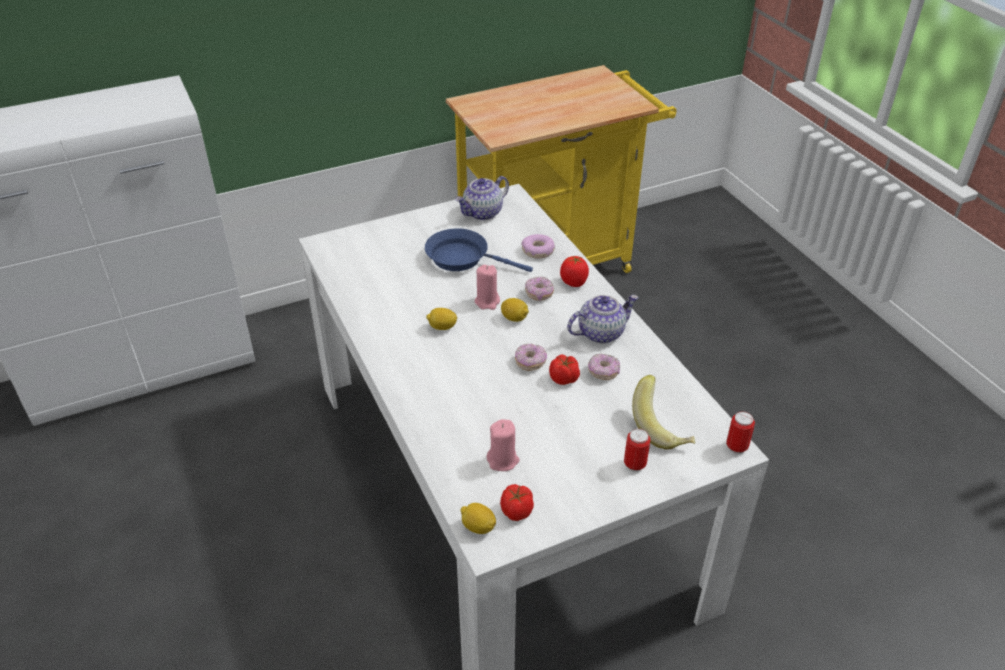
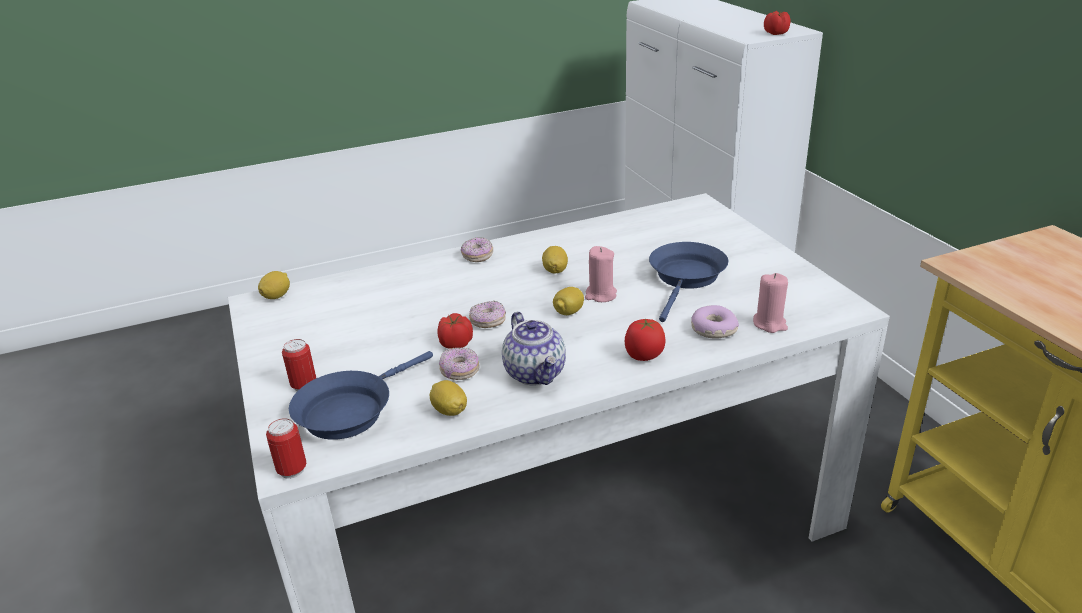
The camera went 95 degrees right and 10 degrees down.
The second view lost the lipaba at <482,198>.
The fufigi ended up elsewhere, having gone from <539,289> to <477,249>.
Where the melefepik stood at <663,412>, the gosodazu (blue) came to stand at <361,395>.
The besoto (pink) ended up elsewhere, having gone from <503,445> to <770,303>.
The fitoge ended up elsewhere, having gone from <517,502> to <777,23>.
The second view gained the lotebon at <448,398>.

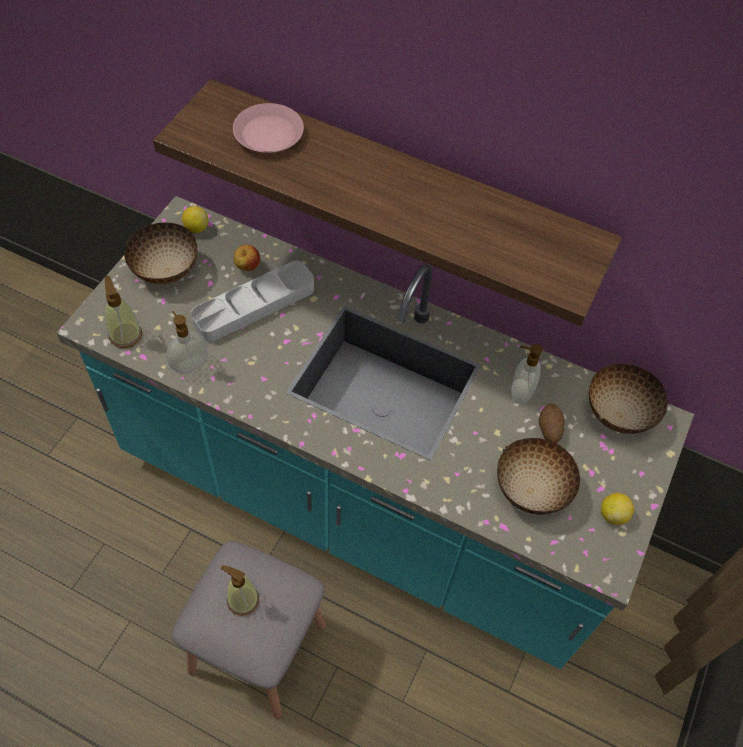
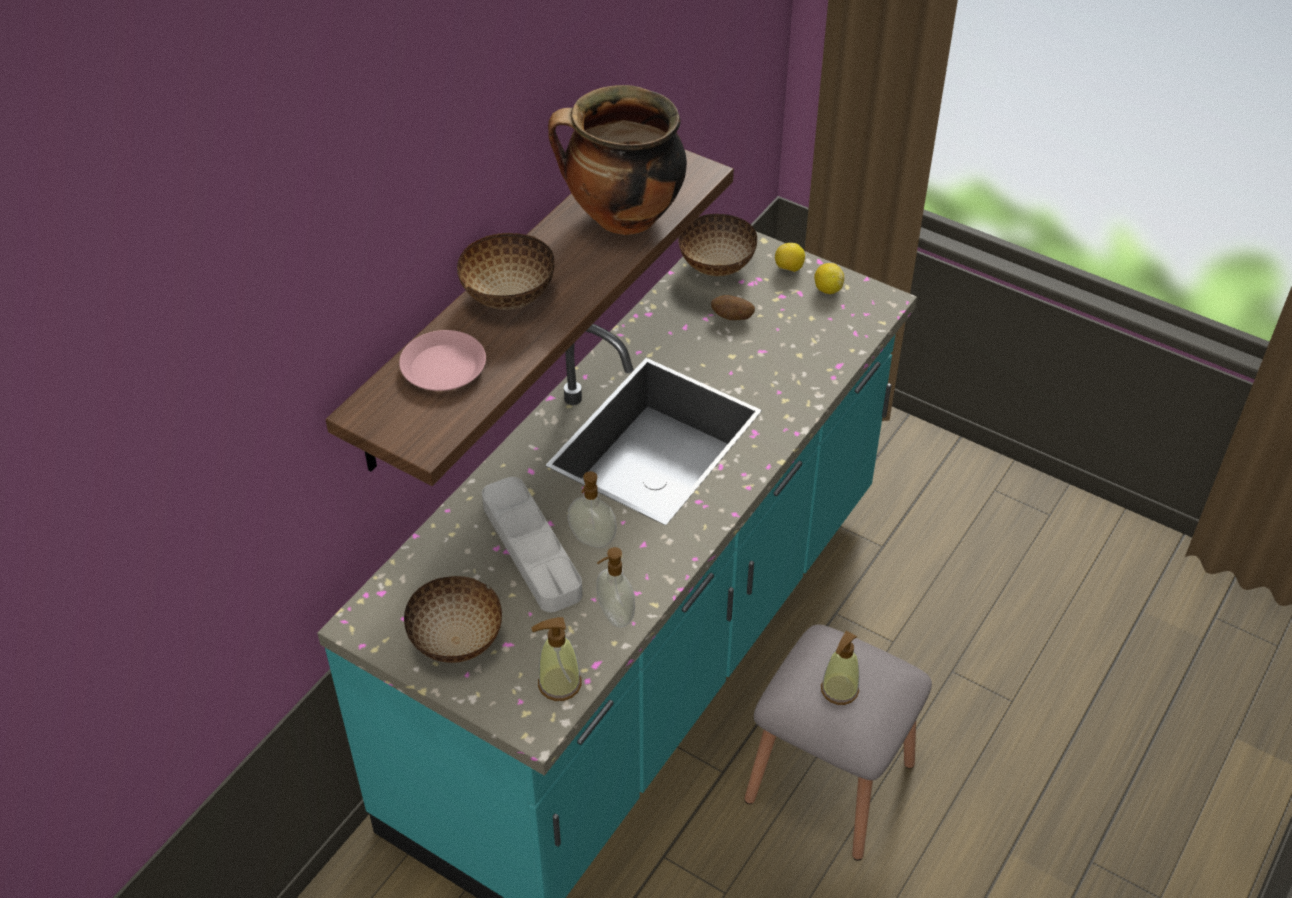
The camera went 80 degrees left and 10 degrees down.
The lotebon ended up elsewhere, having gone from <195,219> to <790,257>.
The second view lost the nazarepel at <247,258>.
The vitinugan ended up elsewhere, having gone from <527,374> to <592,509>.
The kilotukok ended up elsewhere, having gone from <538,476> to <506,271>.
The second view gained the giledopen at <617,160>.

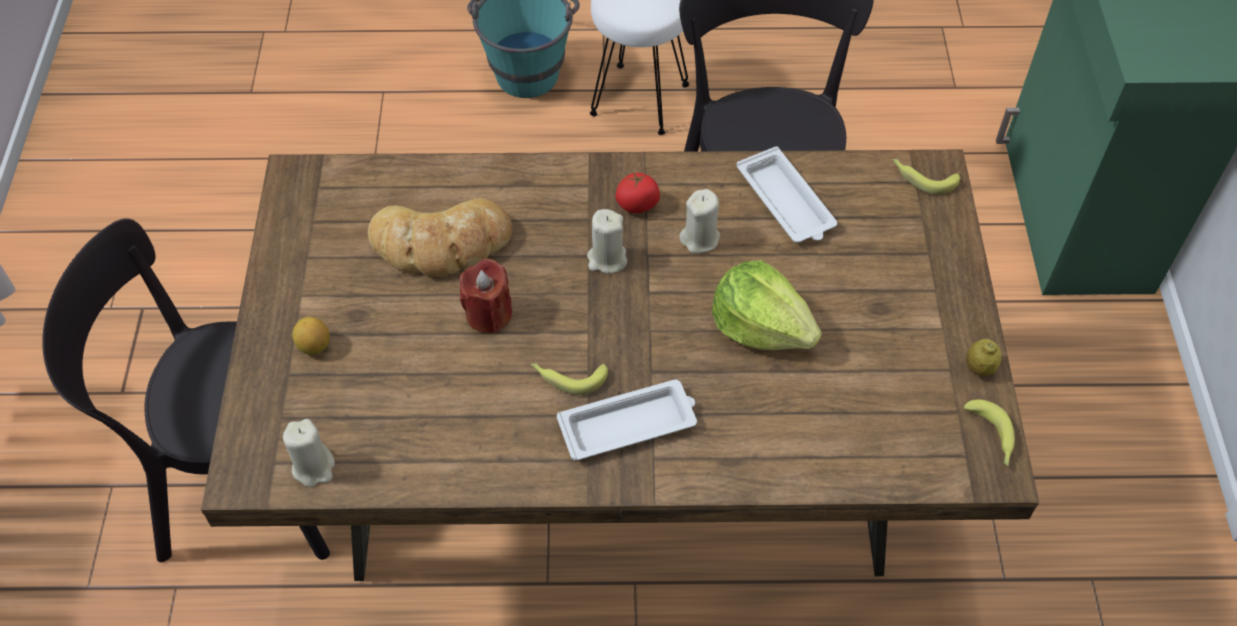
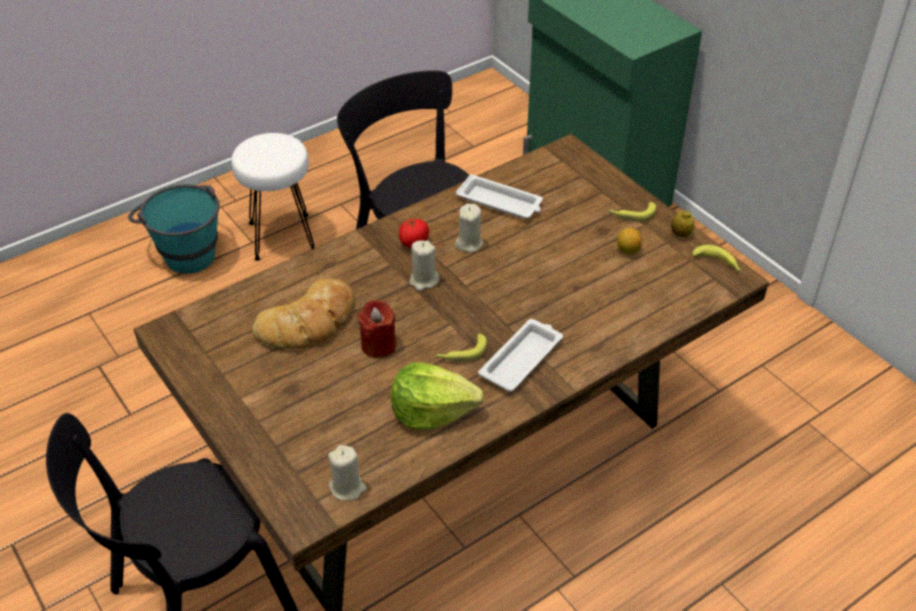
The camera went 35 degrees left and 10 degrees down.
The melefepik ended up elsewhere, having gone from <926,177> to <632,211>.
The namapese ended up elsewhere, having gone from <767,305> to <437,396>.
The lotebon ended up elsewhere, having gone from <311,336> to <629,241>.

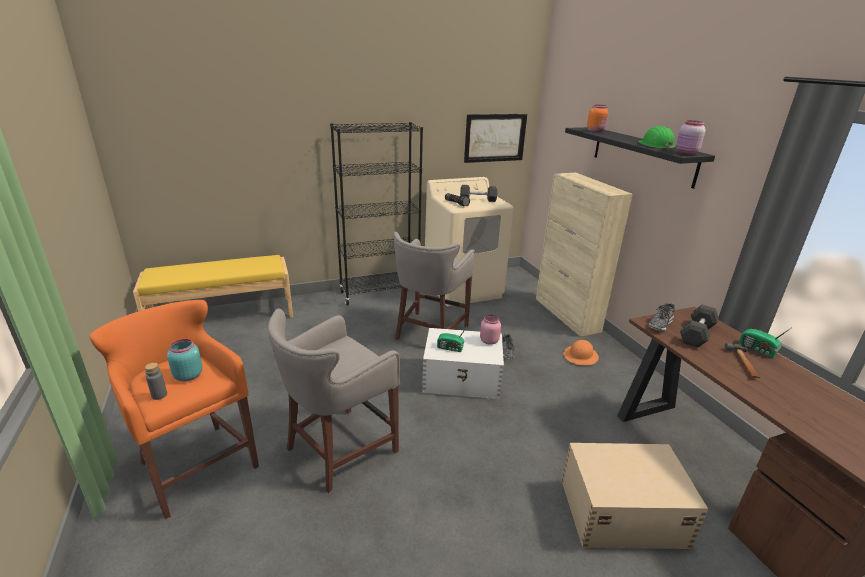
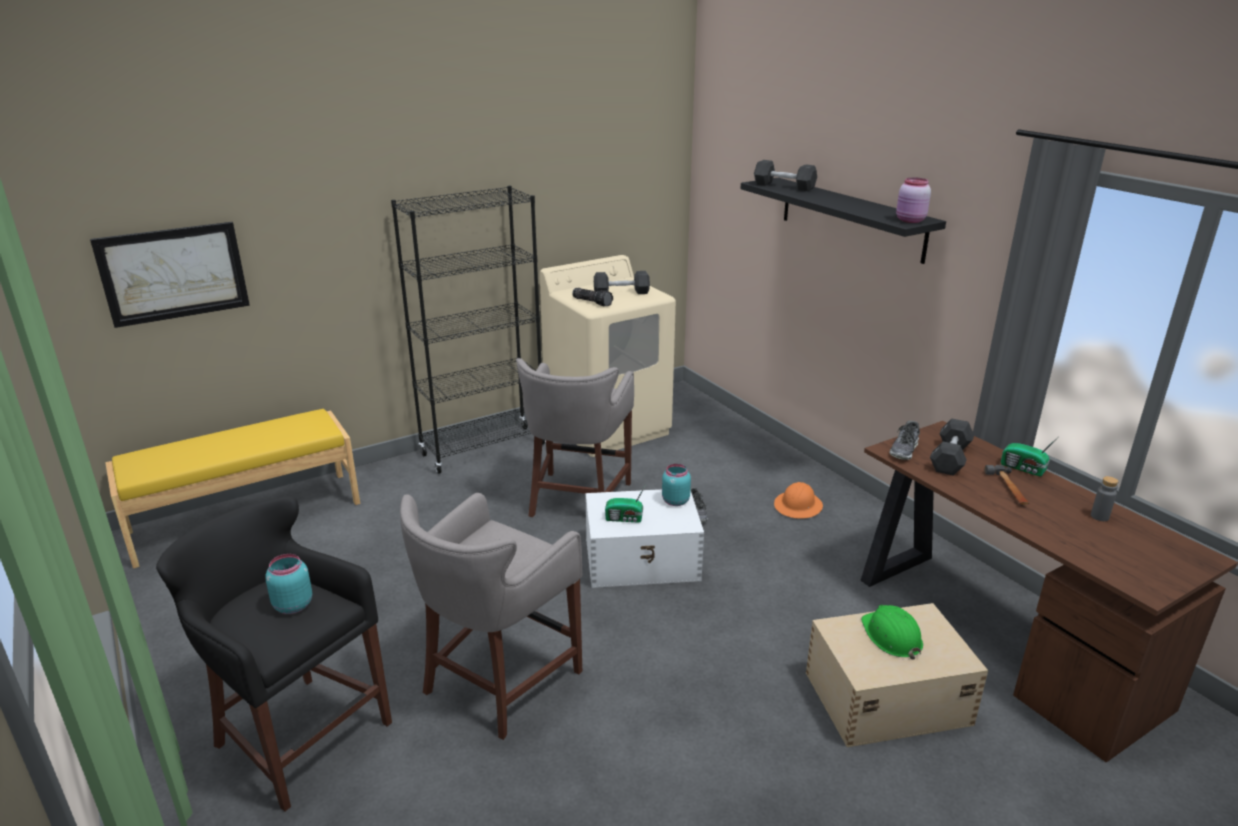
The camera went 10 degrees left and 0 degrees up.
Where the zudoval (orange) stood at <597,118>, the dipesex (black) came to stand at <785,175>.
The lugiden ended up elsewhere, having gone from <495,138> to <170,275>.
The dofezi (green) ended up elsewhere, having gone from <656,137> to <892,632>.
The second view lost the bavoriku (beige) at <584,254>.
What was the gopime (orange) at <174,409> turned into the gopime (black) at <274,653>.
What was the zudoval (pink) at <490,330> turned into the zudoval (turquoise) at <676,485>.
The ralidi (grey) ended up elsewhere, having gone from <156,381> to <1104,498>.

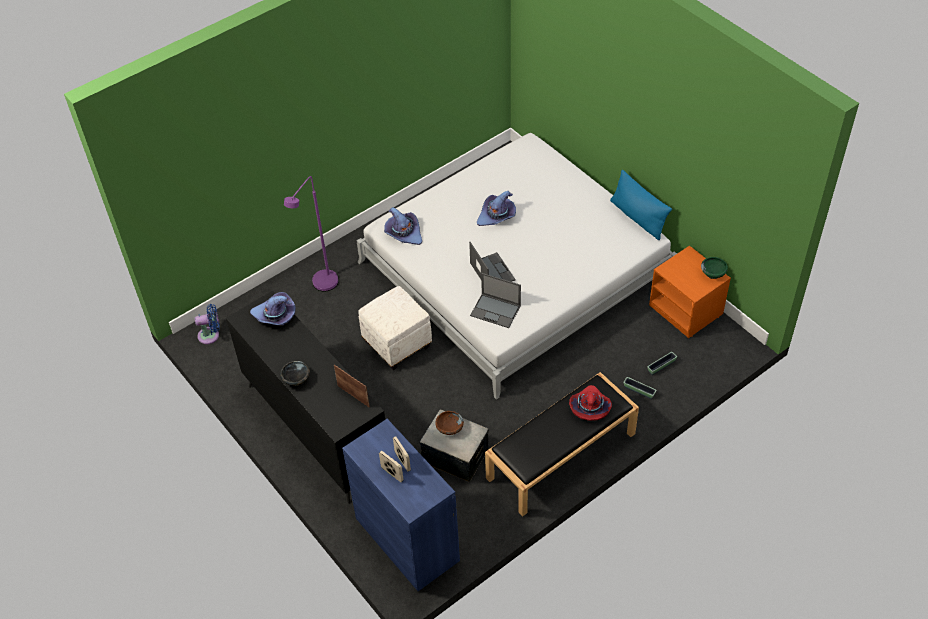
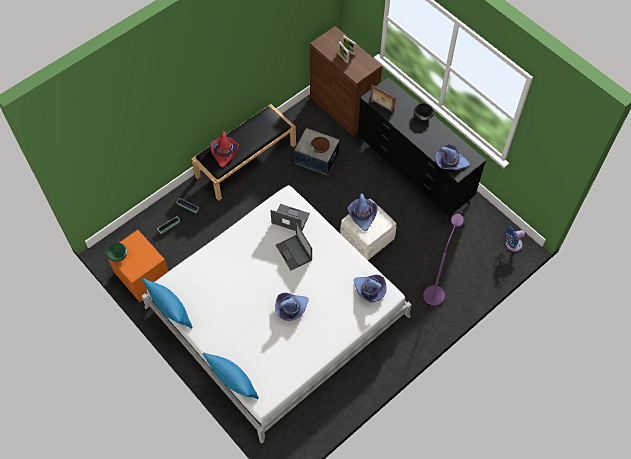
The camera went 175 degrees right and 10 degrees up.
What was the bavoriku (blue) at <401,505> turned into the bavoriku (brown) at <346,81>.
The second view gained the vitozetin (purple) at <362,212>.
The second view gained the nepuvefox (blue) at <231,376>.

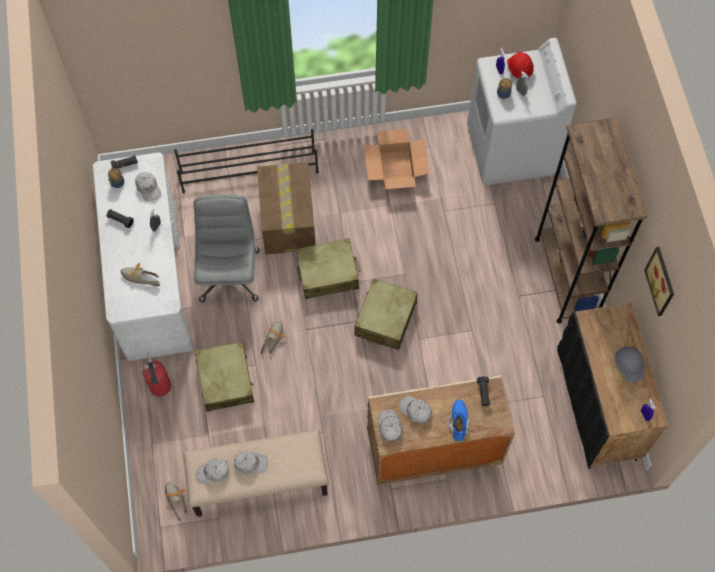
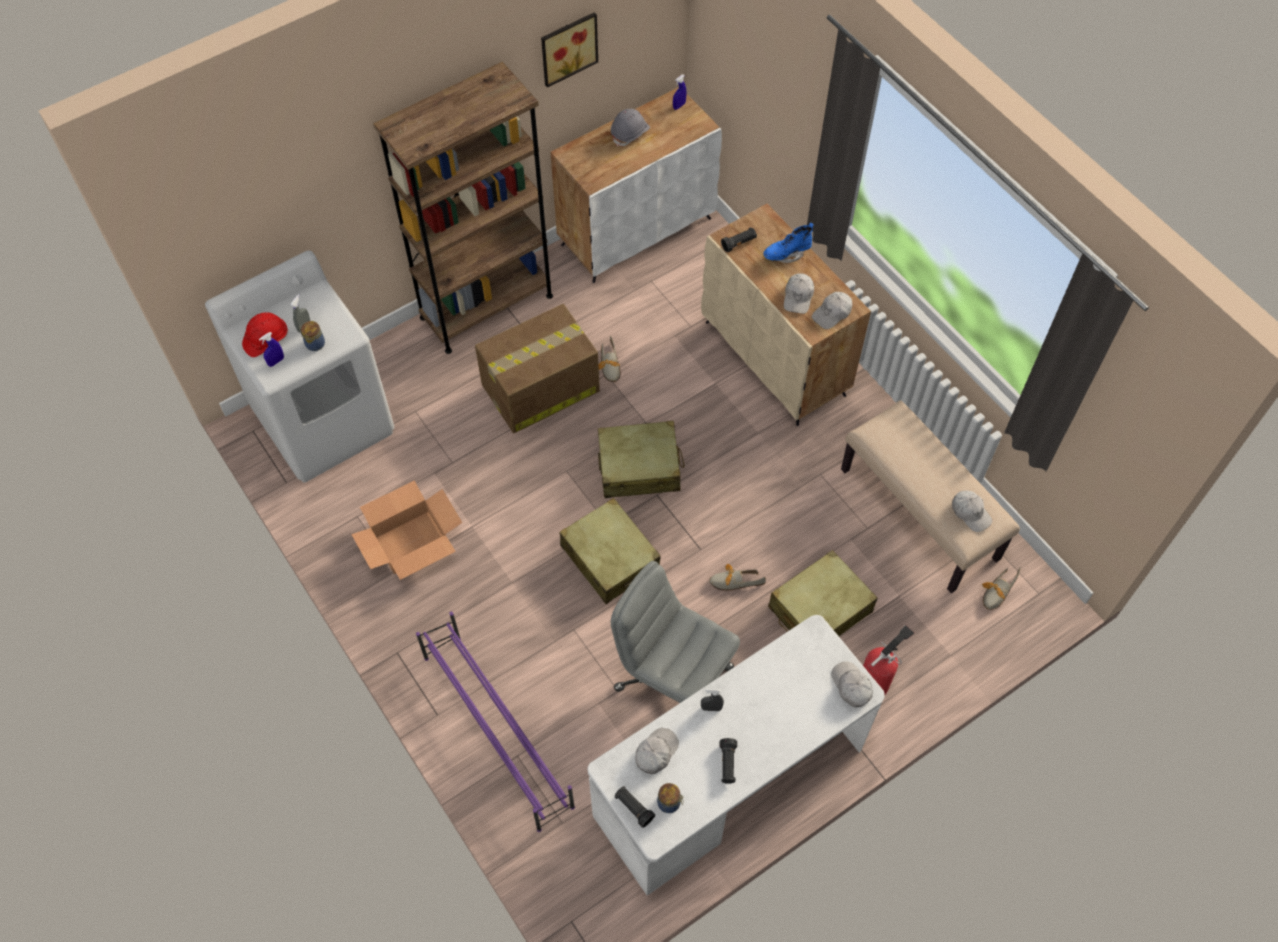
The camera went 115 degrees left and 5 degrees down.
What was the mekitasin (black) at <246,161> turned into the mekitasin (purple) at <495,722>.
The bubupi ended up elsewhere, having gone from <286,208> to <537,368>.
The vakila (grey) at <226,248> ended up facing another way, 60 degrees clockwise from before.
The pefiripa ended up elsewhere, having gone from <140,274> to <610,359>.
What was the bavoriku (black) at <612,386> turned into the bavoriku (white) at <636,185>.
The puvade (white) ended up elsewhere, having gone from <251,462> to <852,684>.

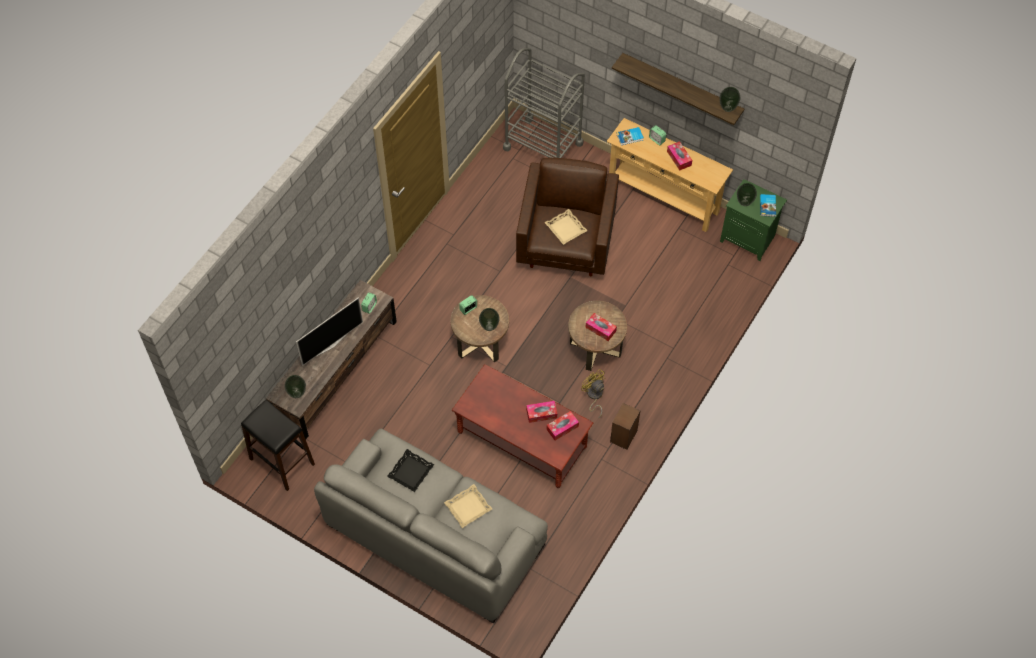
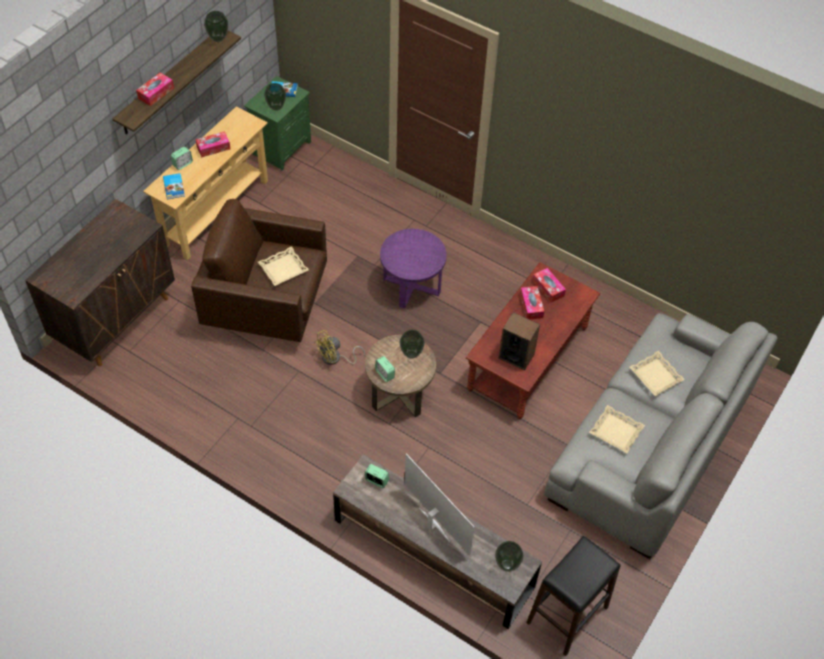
The camera went 90 degrees left and 5 degrees down.
Where the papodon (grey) stood at <544,103>, the bavoriku (brown) came to stand at <100,283>.
What was the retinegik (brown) at <597,336> turned into the retinegik (purple) at <413,268>.
The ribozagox ended up elsewhere, having gone from <601,327> to <155,89>.
The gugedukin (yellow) ended up elsewhere, having gone from <593,394> to <339,347>.
The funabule ended up elsewhere, having gone from <625,426> to <519,341>.
What was the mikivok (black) at <410,470> turned into the mikivok (beige) at <617,429>.

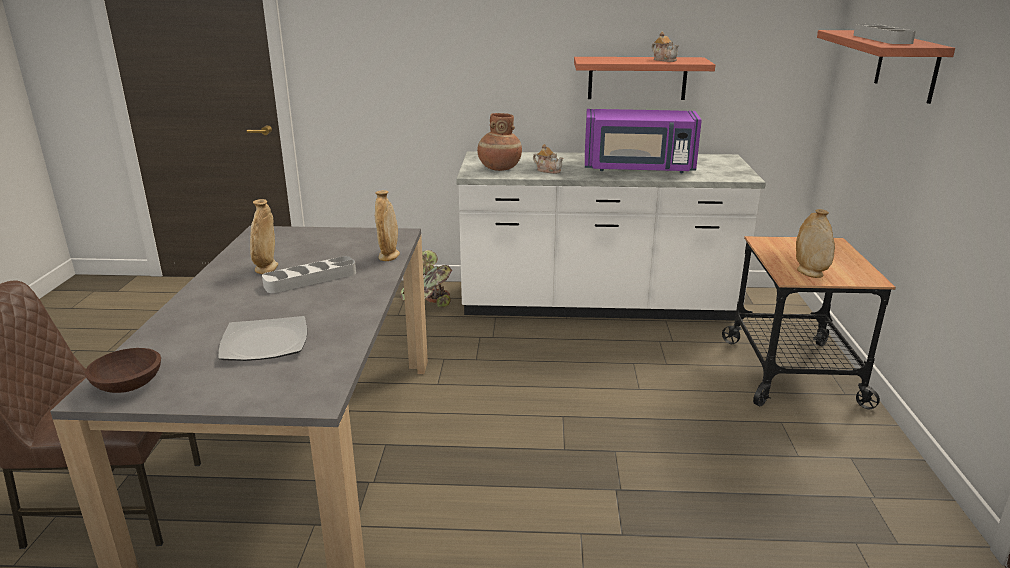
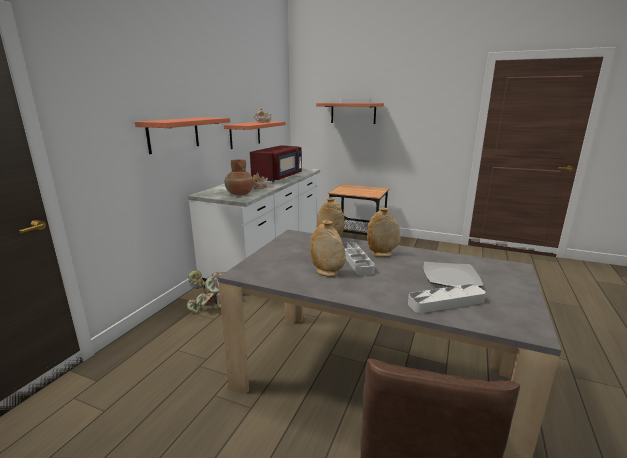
The camera went 70 degrees left and 5 degrees down.
What was the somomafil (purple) at <643,141> turned into the somomafil (red) at <276,163>.
The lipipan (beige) ended up elsewhere, having gone from <815,243> to <384,232>.
The second view lost the kilotukok (brown) at <123,370>.
The second view gained the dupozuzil at <182,135>.
The second view gained the mikivok (grey) at <447,298>.

